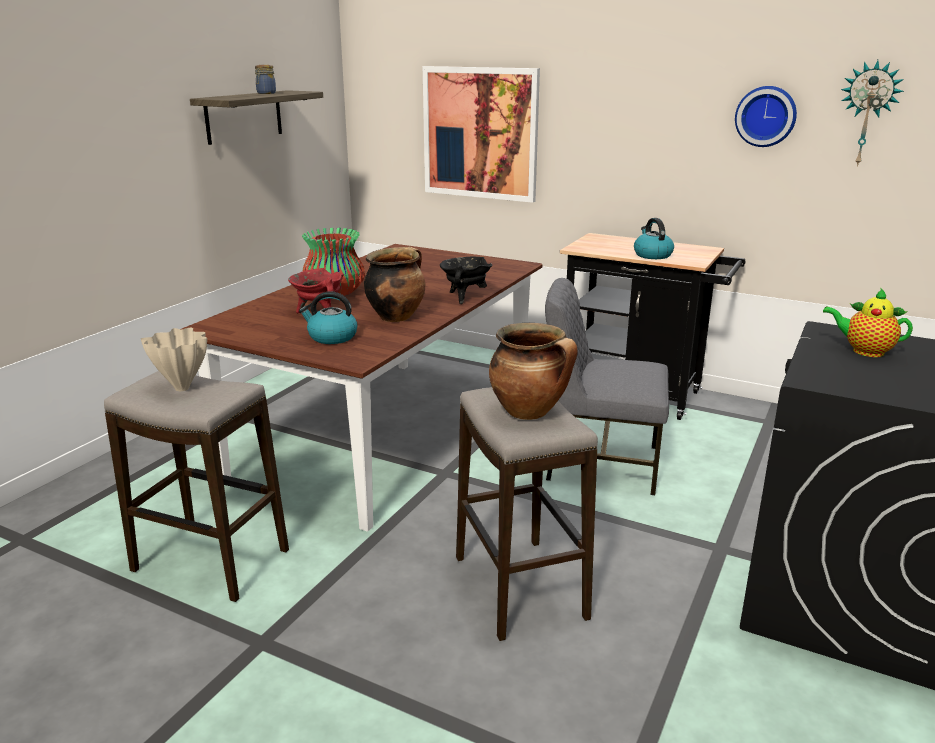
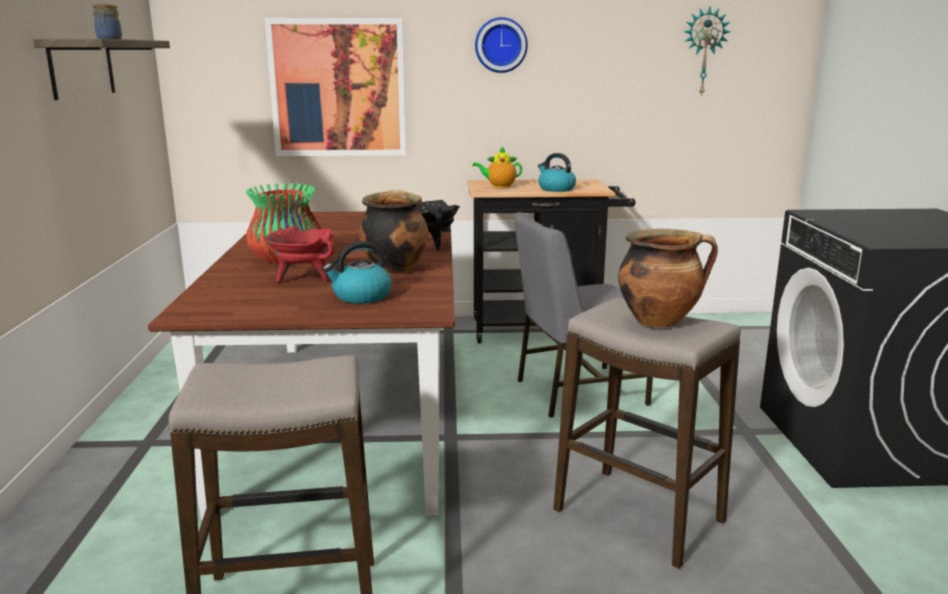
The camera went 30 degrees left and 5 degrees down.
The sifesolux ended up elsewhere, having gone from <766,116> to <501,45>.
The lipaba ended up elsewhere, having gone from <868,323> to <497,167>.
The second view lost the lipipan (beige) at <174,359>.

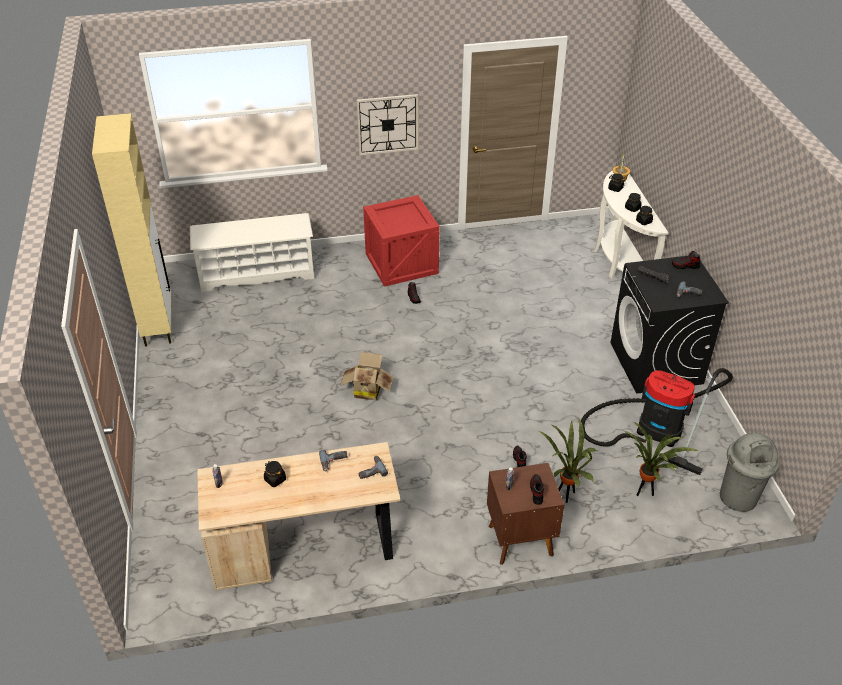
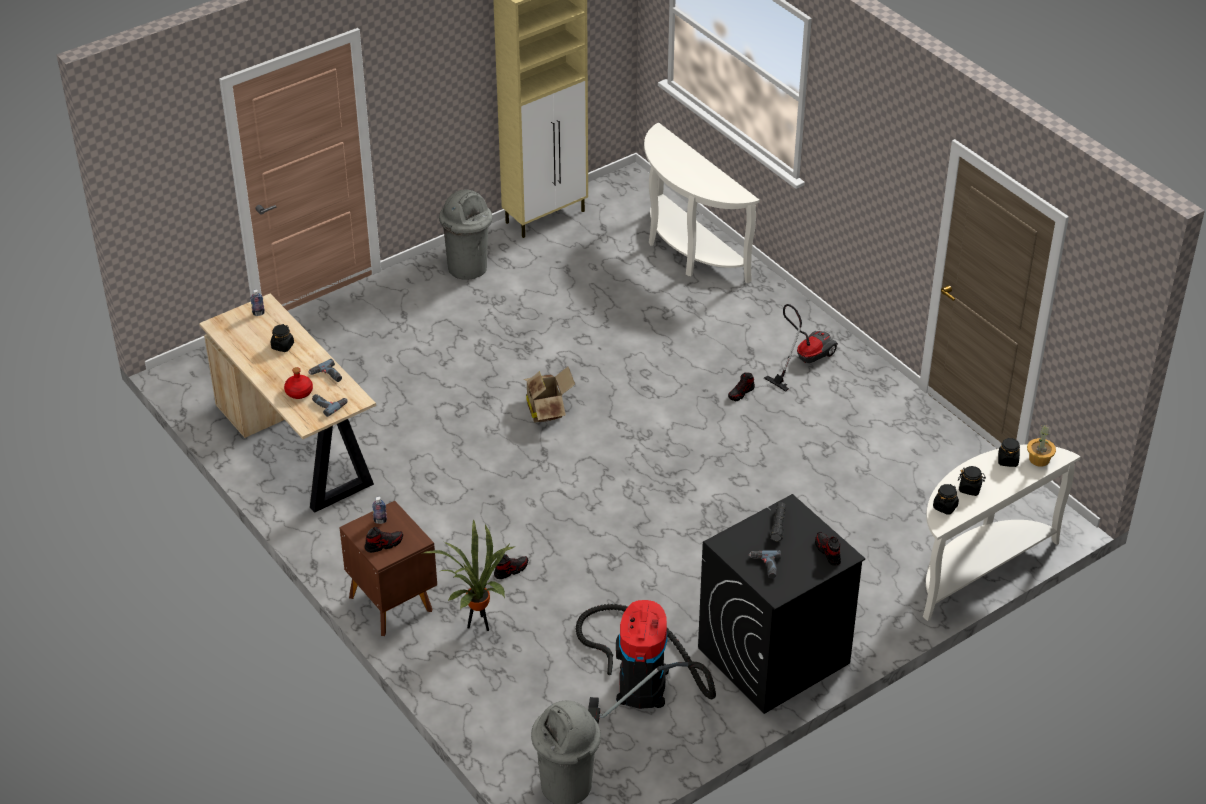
The camera went 65 degrees right and 0 degrees up.
The second view lost the sifesolux at <387,124>.
Where the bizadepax stood at <401,241>, the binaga came to stand at <801,348>.
Where the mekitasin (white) stood at <252,252>, the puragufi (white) came to stand at <702,203>.
The second view lost the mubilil at <661,459>.
The second view gained the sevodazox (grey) at <465,235>.
The second view gained the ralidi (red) at <298,383>.

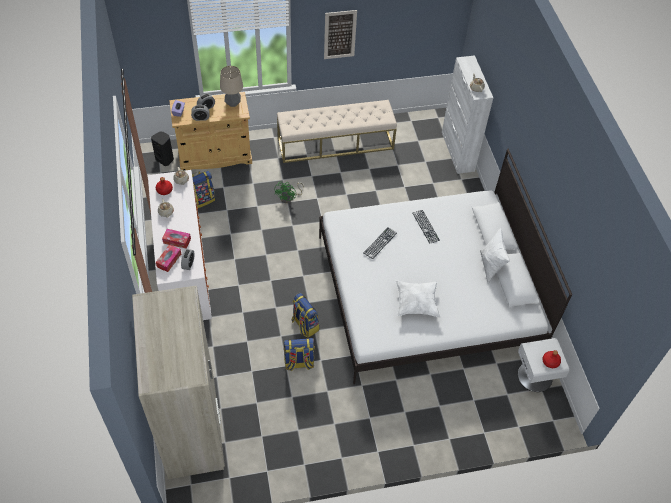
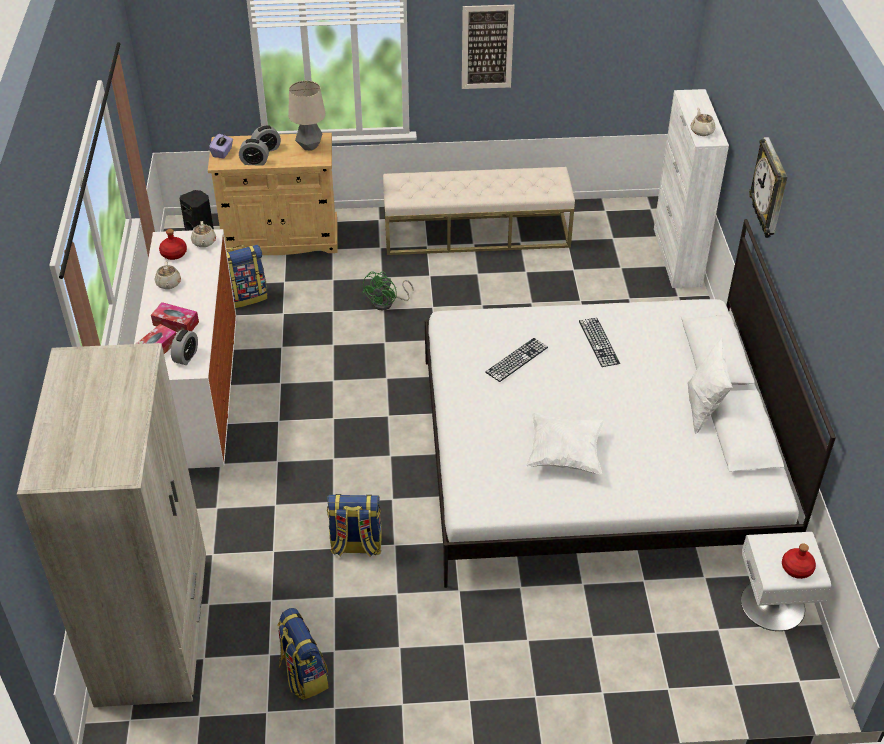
The camera went 10 degrees right and 10 degrees down.
The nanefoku ended up elsewhere, having gone from <305,315> to <303,654>.
The second view gained the sifesolux at <768,187>.

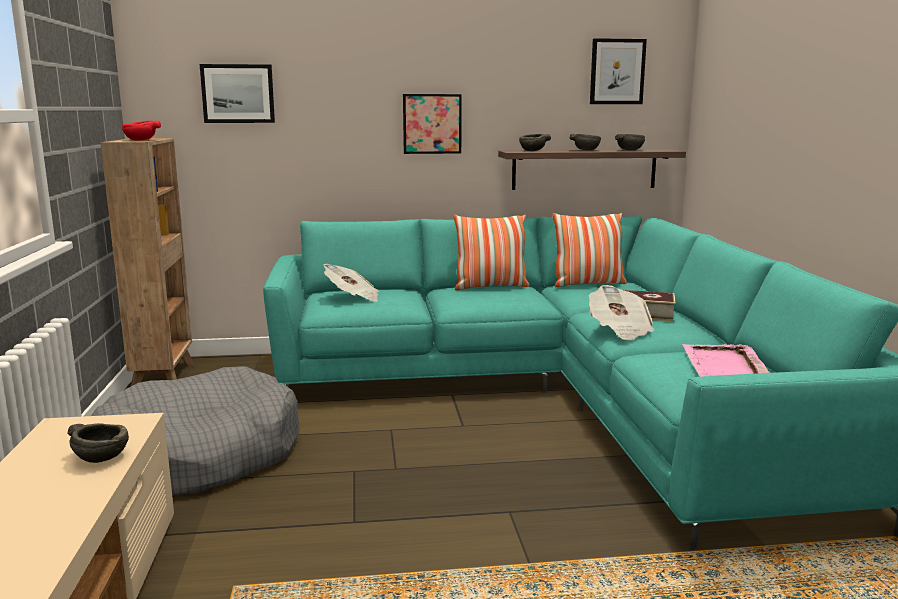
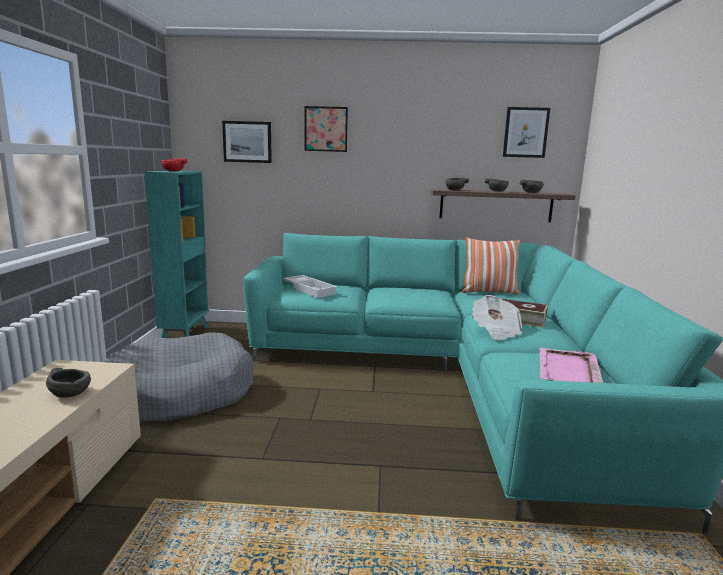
The camera went 10 degrees right and 0 degrees up.
The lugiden ended up elsewhere, having gone from <432,124> to <326,129>.
What was the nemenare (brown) at <148,262> turned into the nemenare (turquoise) at <177,254>.
The second view lost the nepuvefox at <492,252>.
Where the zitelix stood at <351,283>, the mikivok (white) came to stand at <310,286>.

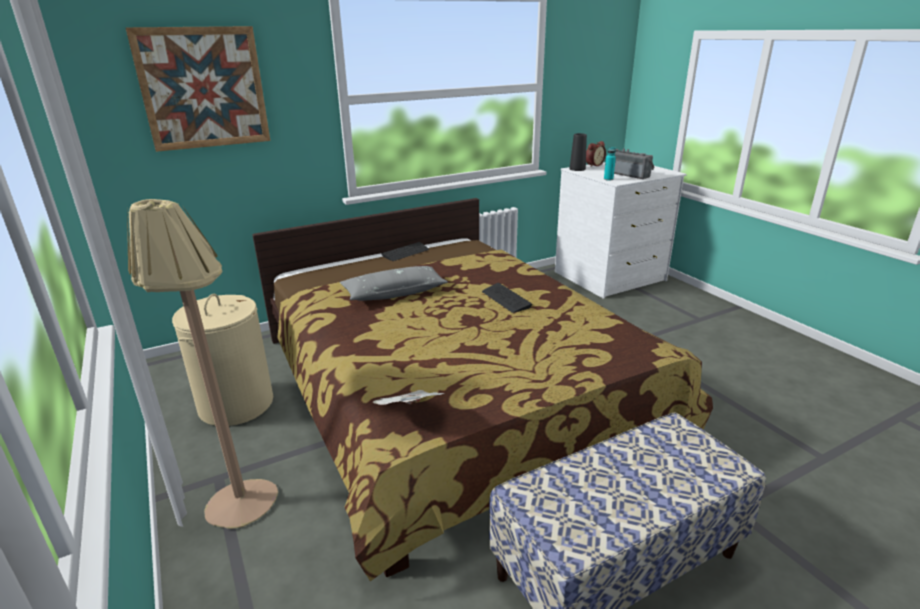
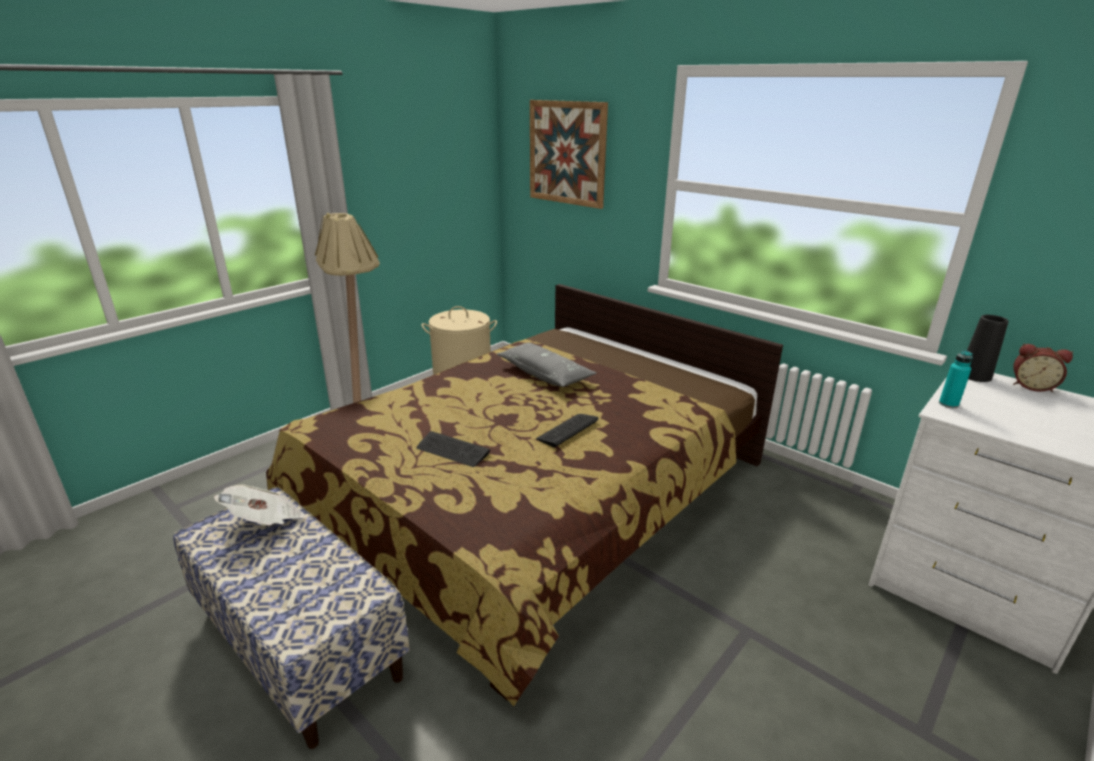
The camera went 70 degrees right and 0 degrees up.
The second view lost the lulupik at <630,164>.
The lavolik ended up elsewhere, having gone from <405,251> to <453,449>.
The zitelix ended up elsewhere, having gone from <408,397> to <260,505>.

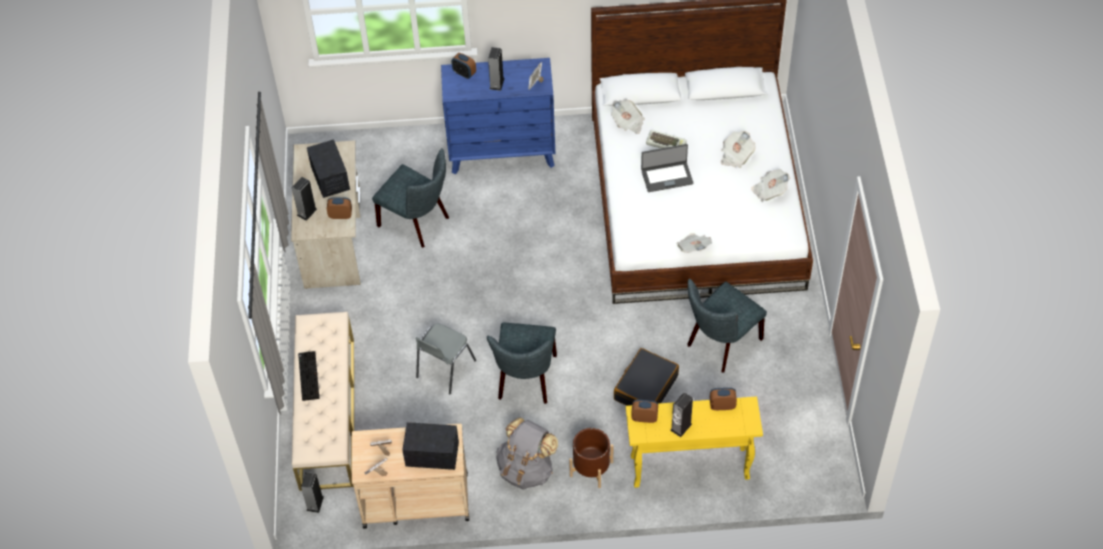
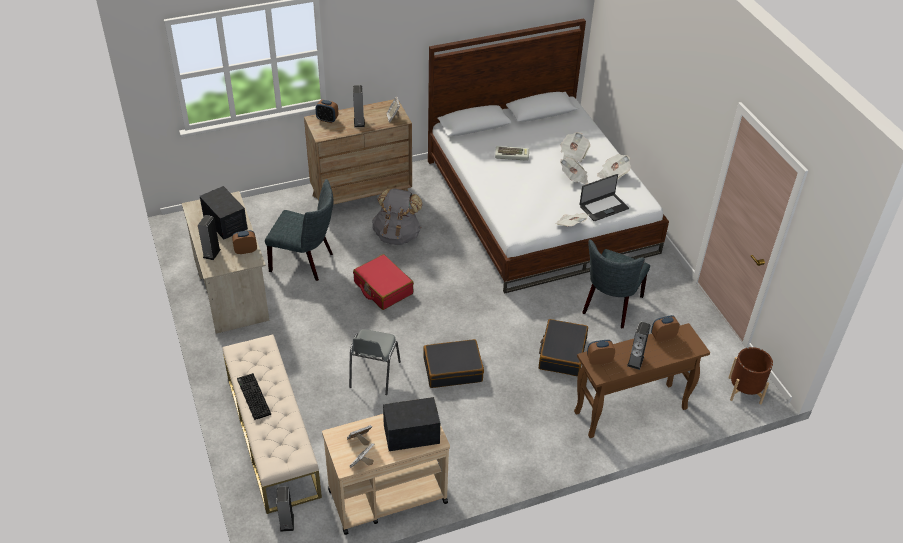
The camera went 20 degrees left and 10 degrees down.
What was the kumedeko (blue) at <498,116> turned into the kumedeko (brown) at <358,152>.
The zitelix ended up elsewhere, having gone from <628,116> to <574,171>.
The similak ended up elsewhere, having gone from <667,168> to <604,197>.
Where the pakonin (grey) stood at <522,363>, the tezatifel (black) came to stand at <453,363>.
What was the puragufi (yellow) at <694,442> turned into the puragufi (brown) at <642,380>.
The nanefoku (grey) ended up elsewhere, having gone from <527,453> to <397,216>.
The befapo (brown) ended up elsewhere, having gone from <591,458> to <750,375>.
The second view gained the tezatifel (red) at <383,282>.

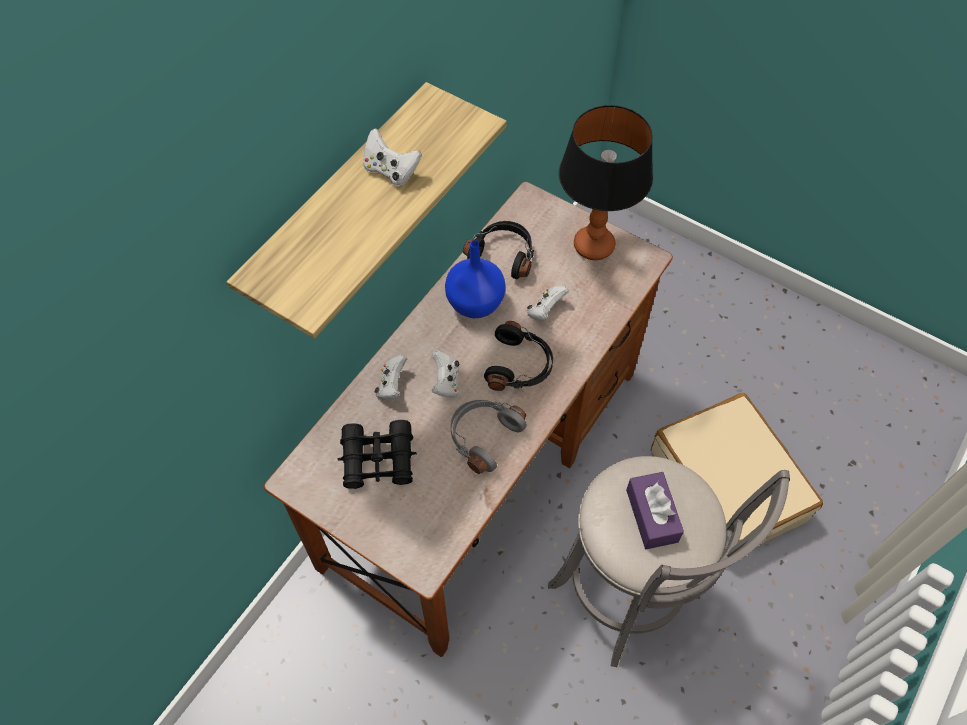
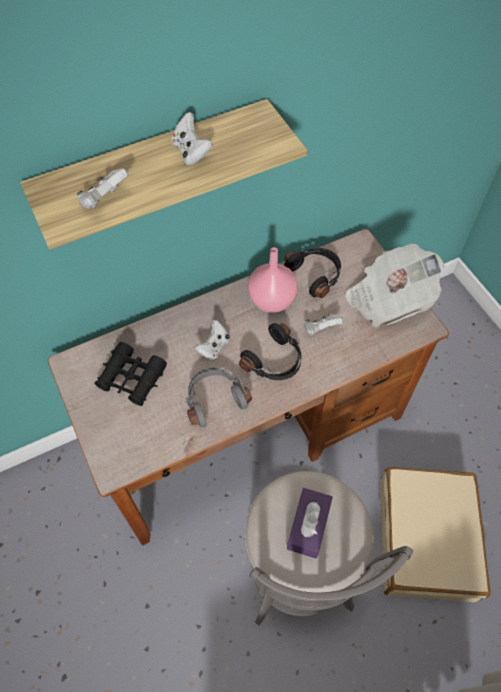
The camera went 30 degrees right and 0 degrees up.
Where the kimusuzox stood at <606,182>, the zitelix came to stand at <394,286>.
What was the lipipan (blue) at <475,279> turned into the lipipan (pink) at <273,280>.
The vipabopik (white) ended up elsewhere, having gone from <391,377> to <102,188>.

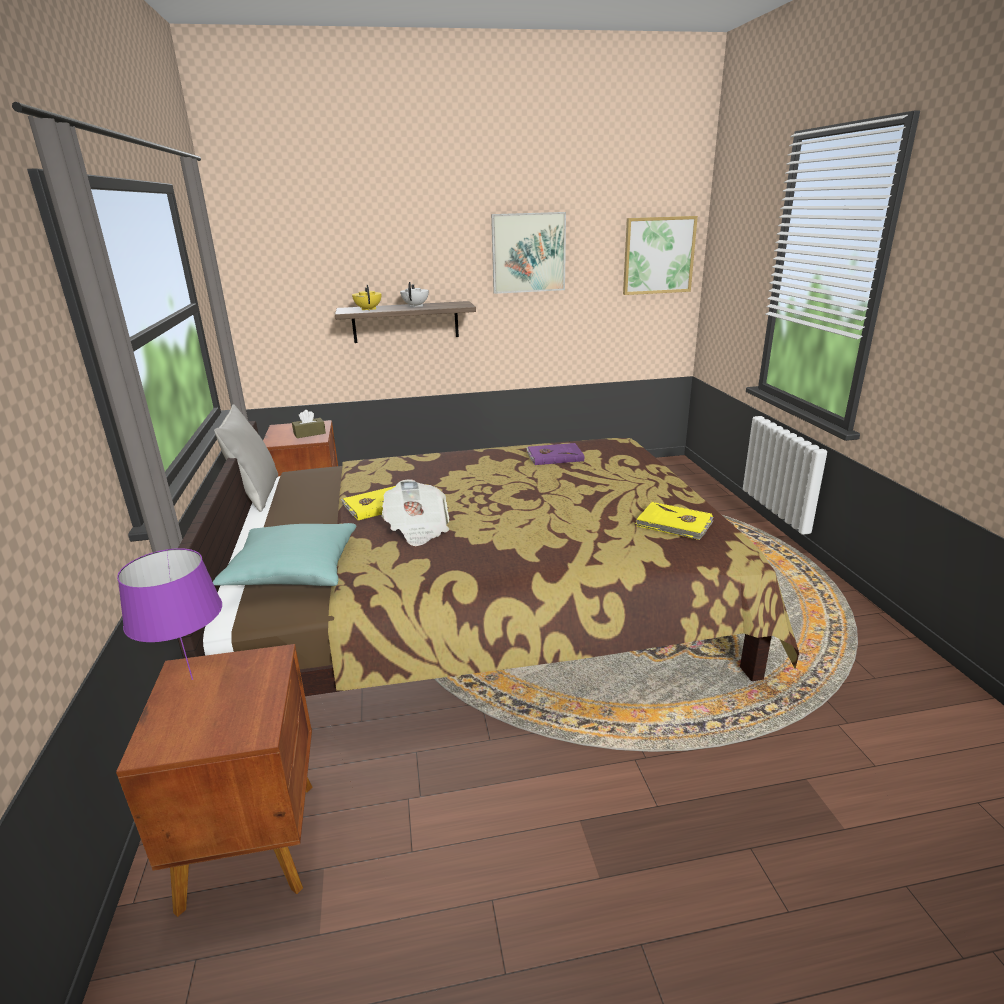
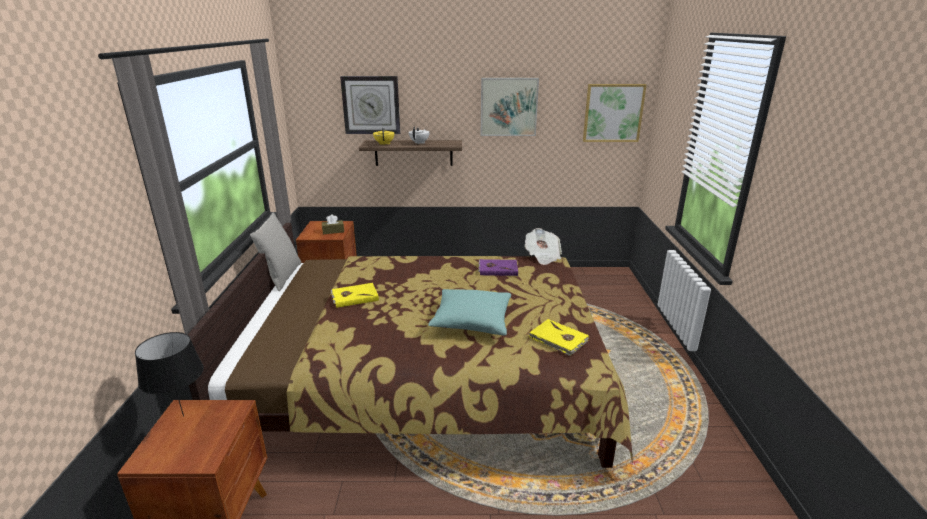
The camera went 10 degrees right and 0 degrees up.
The zitelix ended up elsewhere, having gone from <415,512> to <543,246>.
The nepuvefox (turquoise) ended up elsewhere, having gone from <284,554> to <469,312>.
What was the kimusuzox (purple) at <169,614> turned into the kimusuzox (black) at <169,374>.
The second view gained the sifesolux at <370,105>.

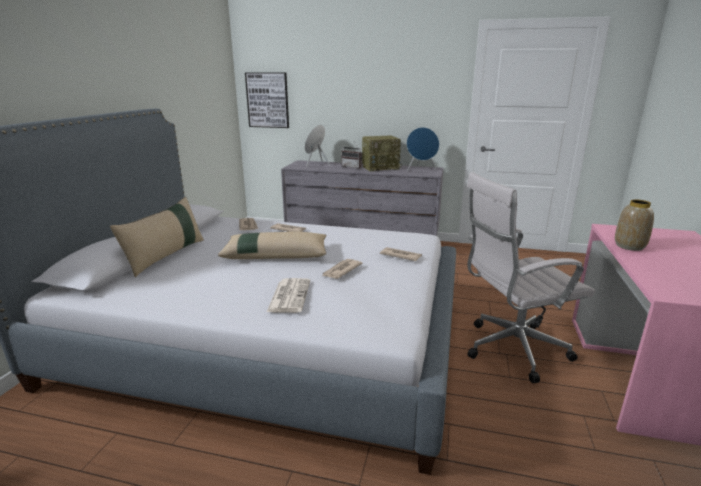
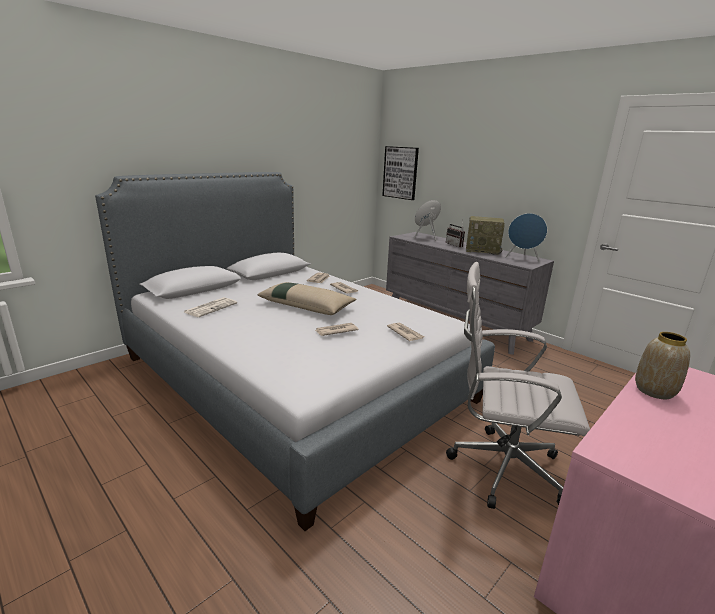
The camera went 30 degrees right and 0 degrees up.
The second view lost the nepuvefox (beige) at <157,237>.
The zitelix ended up elsewhere, having gone from <288,295> to <210,307>.

